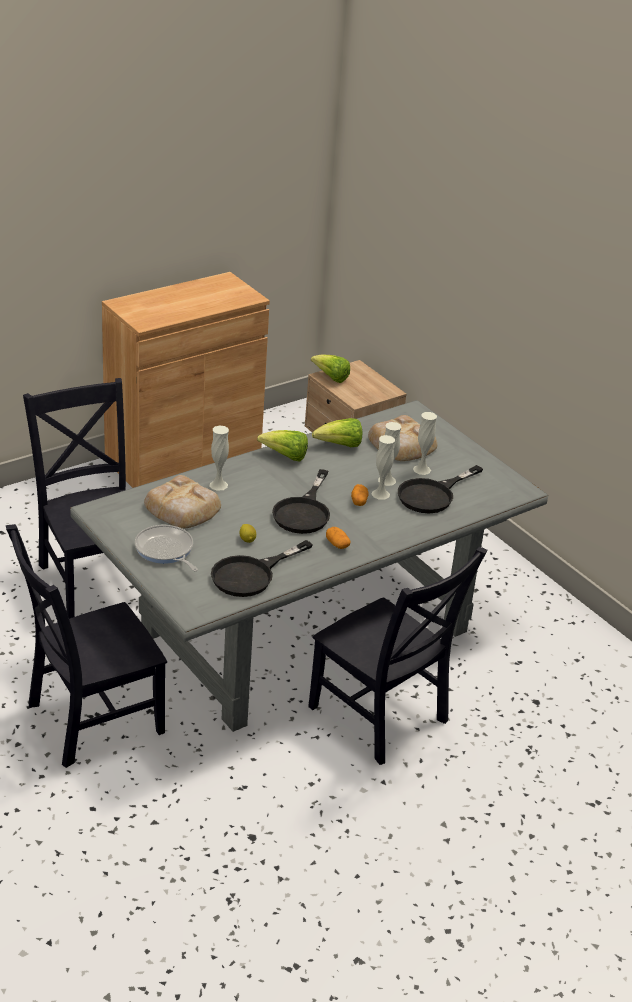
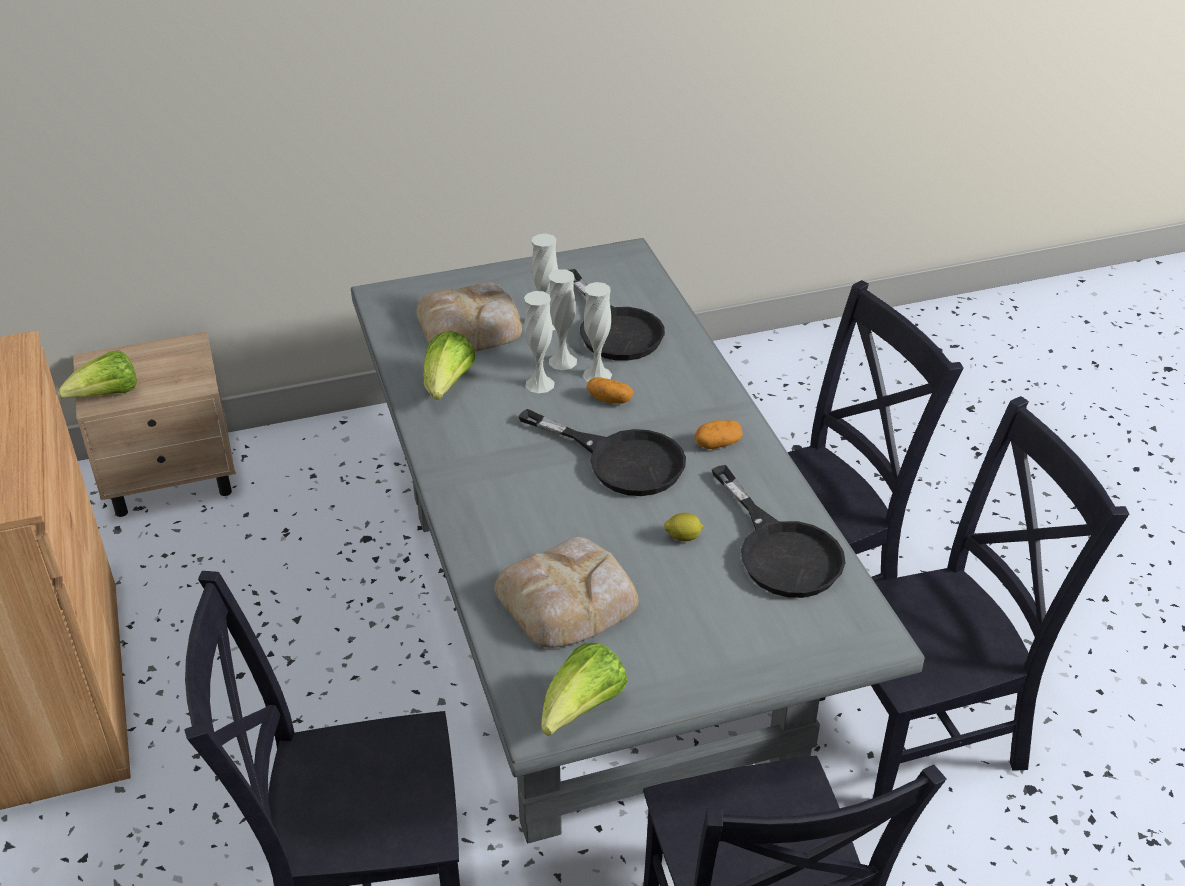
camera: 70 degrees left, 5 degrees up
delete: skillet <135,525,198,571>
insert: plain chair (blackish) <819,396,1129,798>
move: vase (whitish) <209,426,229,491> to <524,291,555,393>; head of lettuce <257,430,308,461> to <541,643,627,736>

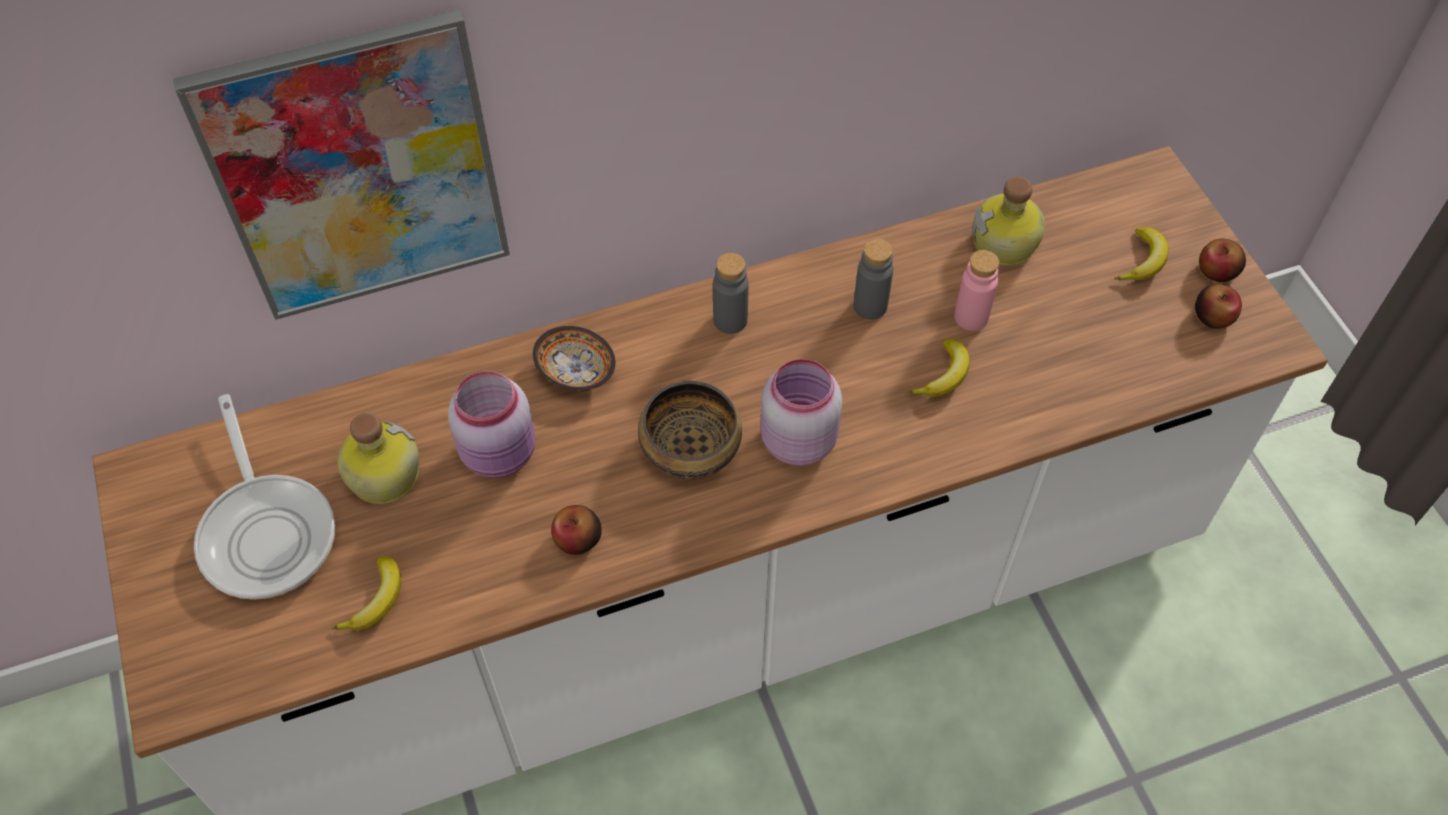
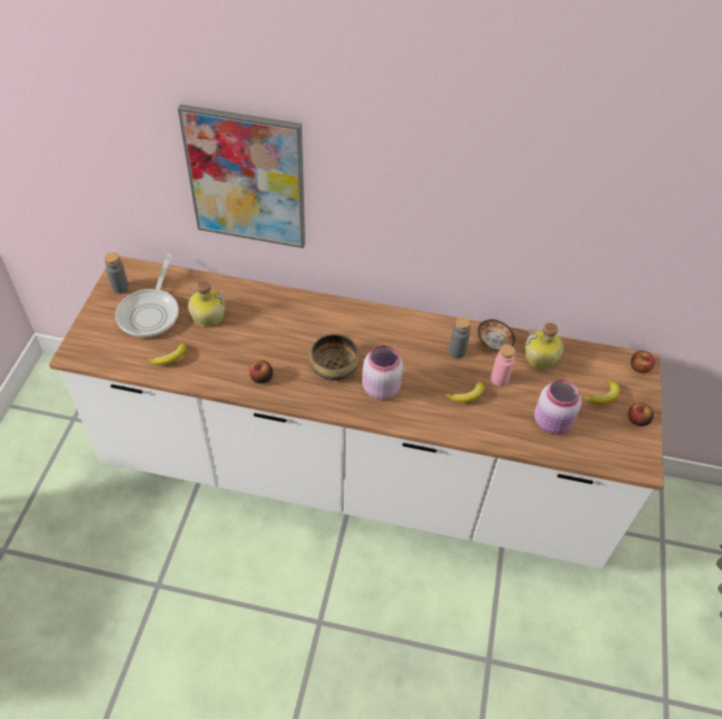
camera: 30 degrees right, 5 degrees down
move: preserve jar (pinkish) <448,371,536,478> to <534,379,581,435>; serving bowl <533,326,616,391> to <478,319,515,352>; beverage bottle (grey) <713,253,748,334> to <104,252,129,294>; apple <1195,284,1242,329> to <631,350,655,373>

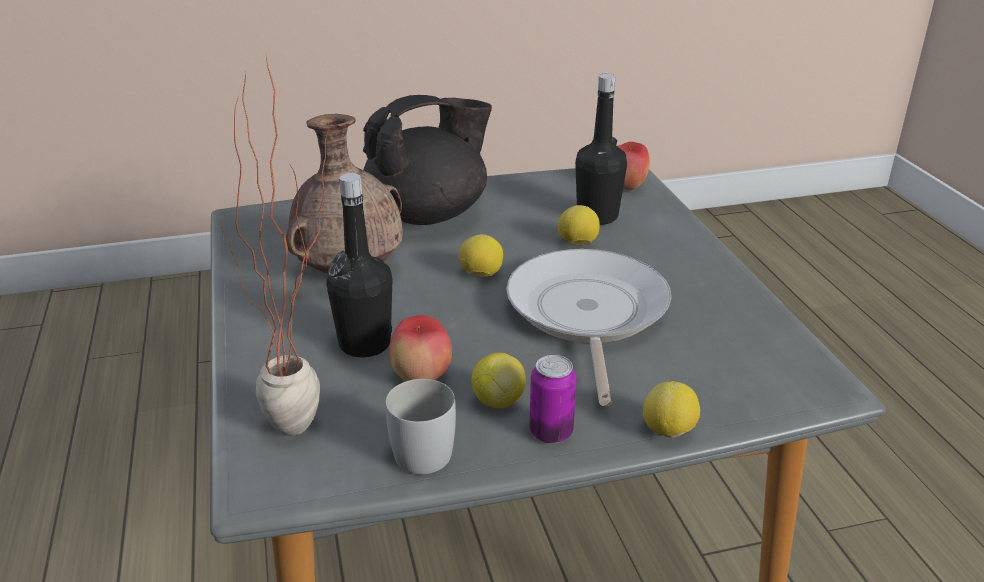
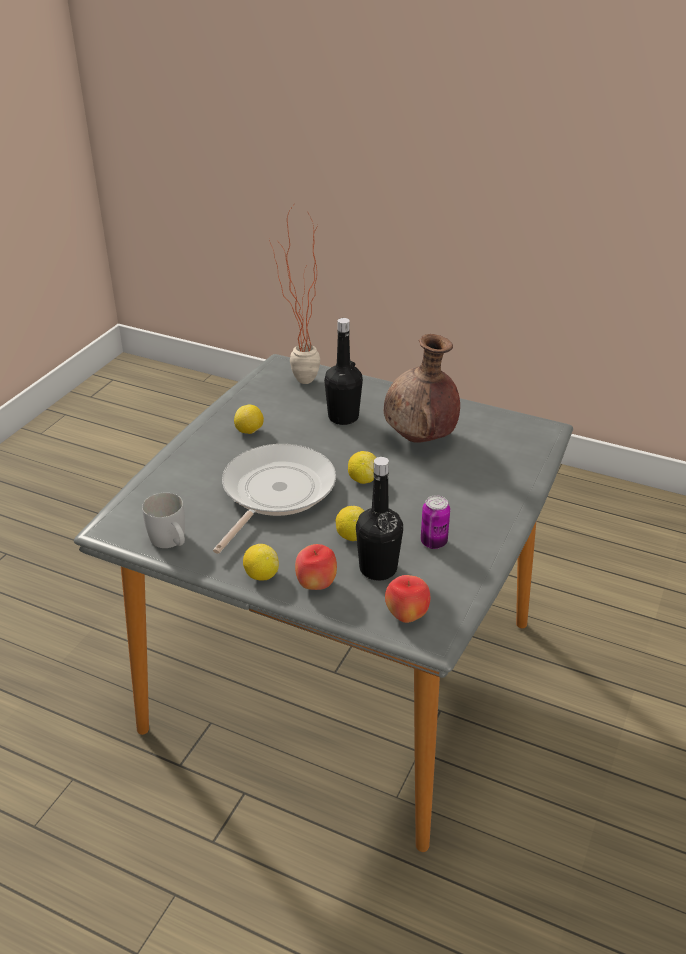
camera: 130 degrees right, 5 degrees up
delete: teapot (blackish) <363,95,492,225>
move: tea mug (whitish) <385,379,456,474> to <142,493,185,548>; apple <389,315,452,381> to <295,544,337,590>; can <529,355,577,444> to <421,495,450,549>; citrus fruit <643,381,700,438> to <243,544,279,580>
rotate: skillet <506,249,671,406> = <213,444,336,554> 105 degrees counterclockwise

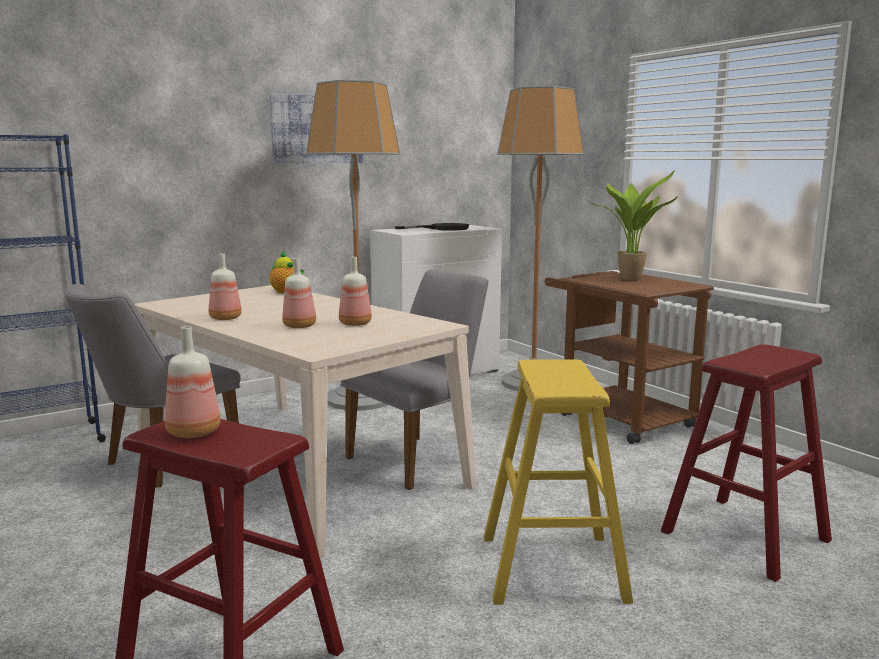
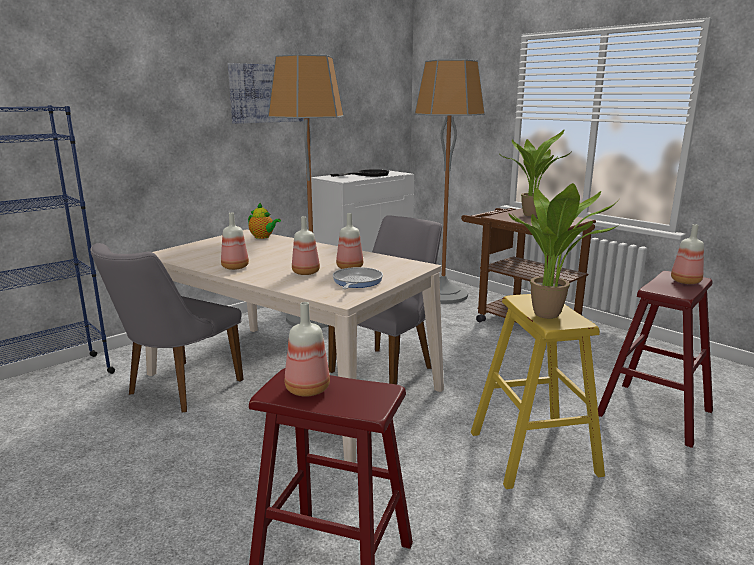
camera: 10 degrees left, 5 degrees up
insert: skillet <333,267,383,289>; potted plant <508,183,617,319>; beverage bottle <671,224,704,284>

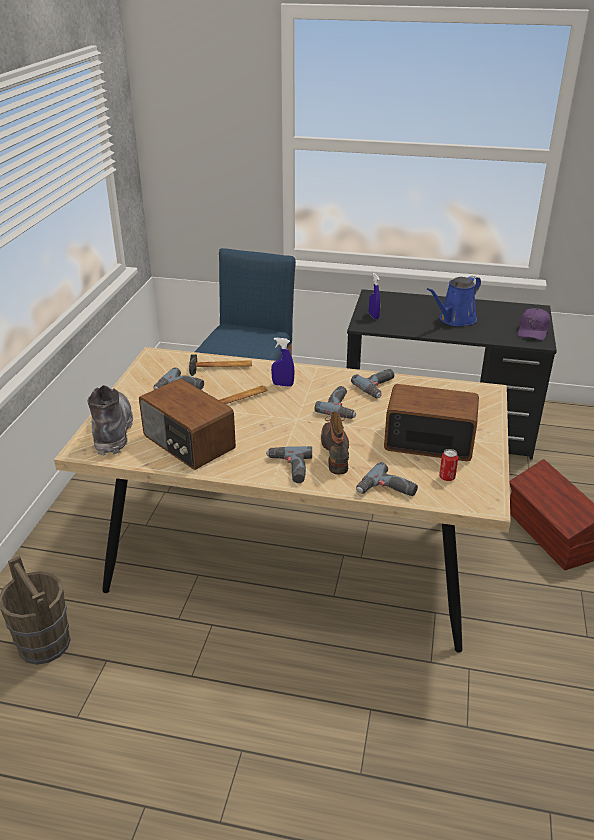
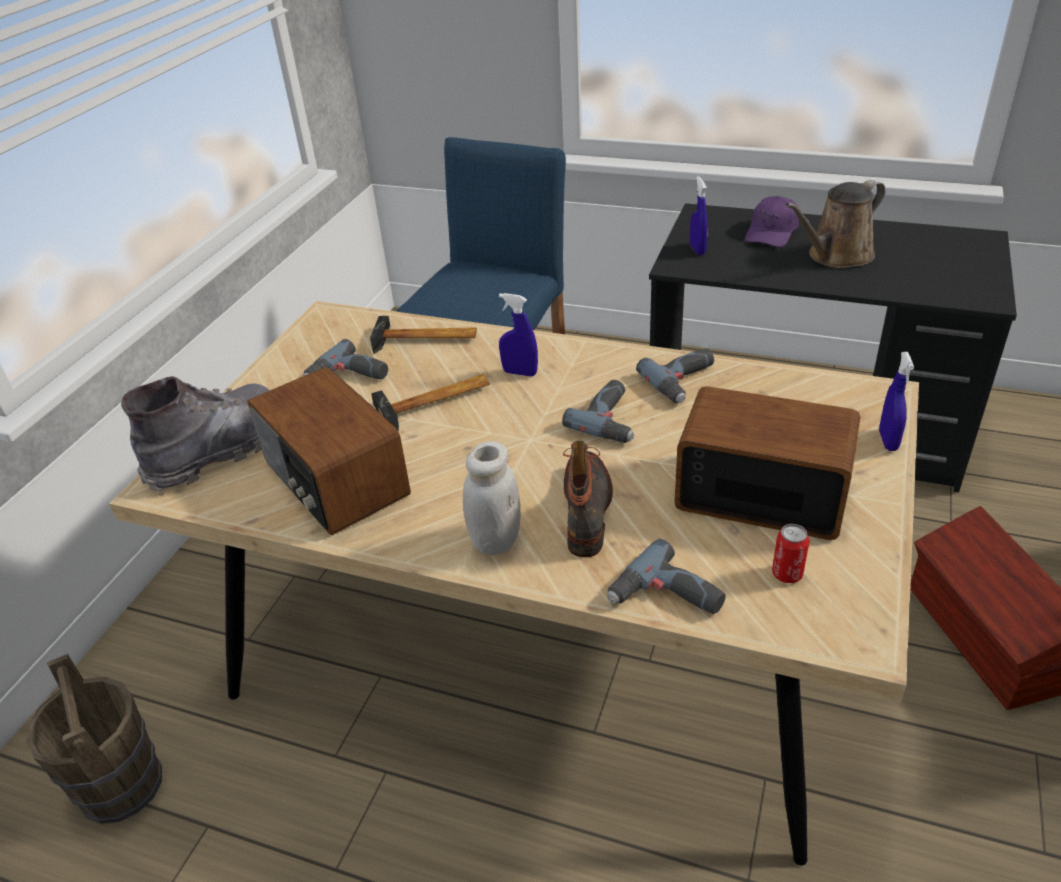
camera: 10 degrees right, 5 degrees up
insert: spray bottle (blue) <879,352,914,451>
move: baseball cap (purplish) <518,308,551,340> to <745,196,799,247>
replace: power drill <266,446,312,483> to preserve jar (whitish) <463,442,521,555>
recolor: watering pot (blue) <427,276,481,326> to watering pot (brownish) <785,180,886,268>
rotate: tall boot (grey) <87,385,133,456> = <121,376,270,492> 45 degrees clockwise

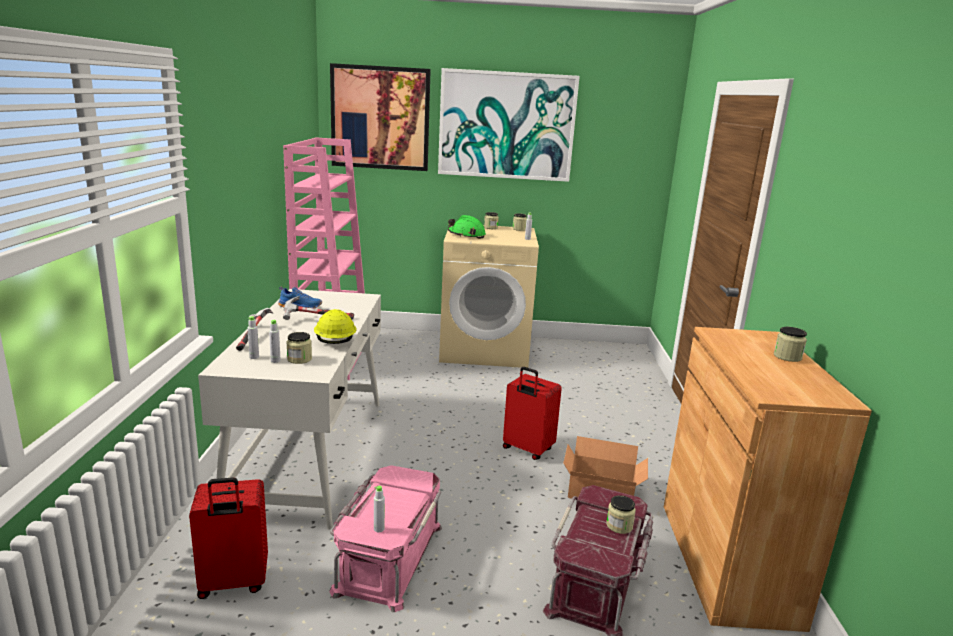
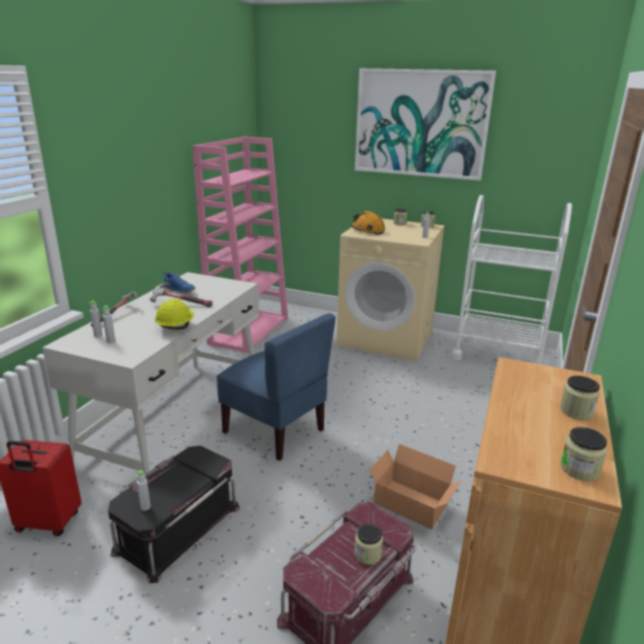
camera: 20 degrees right, 5 degrees up
delete: picture <330,63,431,171>; travel case (reddish) <503,367,562,460>
insert: plain chair (blue) <217,314,336,461>; wheeled cart (whitish) <451,195,572,365>
move: preserve jar <286,332,312,364> to <560,427,607,481>
recolor: storage bin (pinkish) <329,465,442,612> to storage bin (blackish) <108,446,240,584>; work helmet (green) <448,215,486,239> to work helmet (orange-coloured) <351,211,385,235>

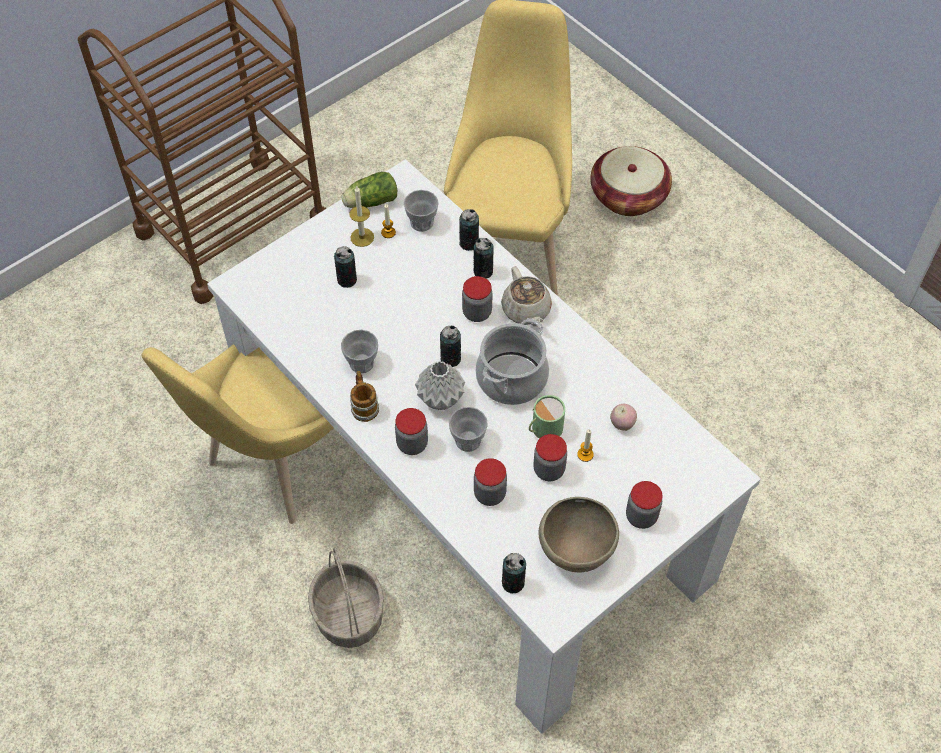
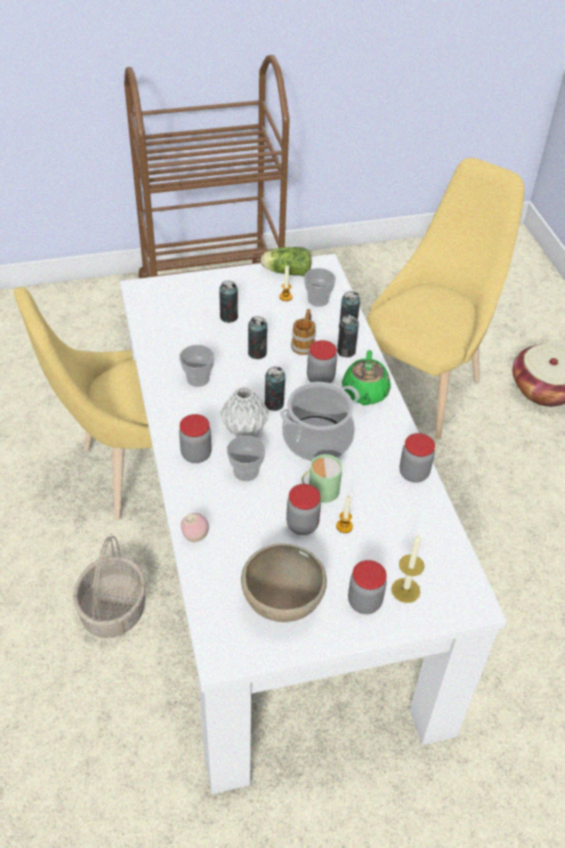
camera: 25 degrees right, 10 degrees down
move: wax light <349,186,374,247> to <391,535,425,603>; tea mug <350,371,379,422> to <291,309,316,355>; preserve jar <474,458,507,506> to <400,433,435,483>; can <502,553,526,593> to <248,316,267,359>; apple <610,404,637,431> to <181,513,209,542>
recolor: teapot (beige-coloured) <501,266,552,326> to teapot (green) <342,350,391,406>

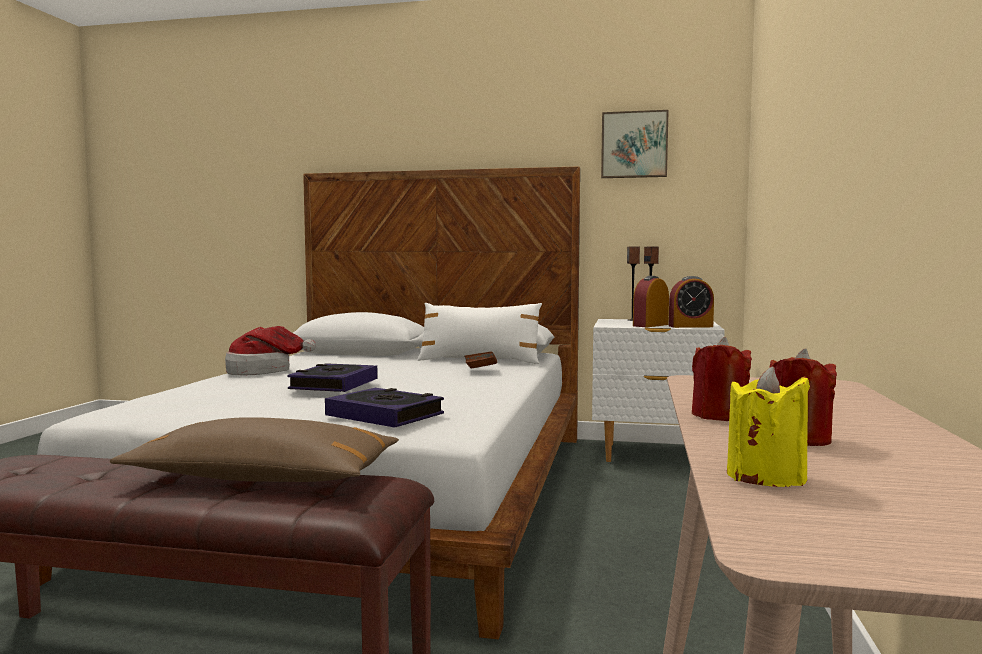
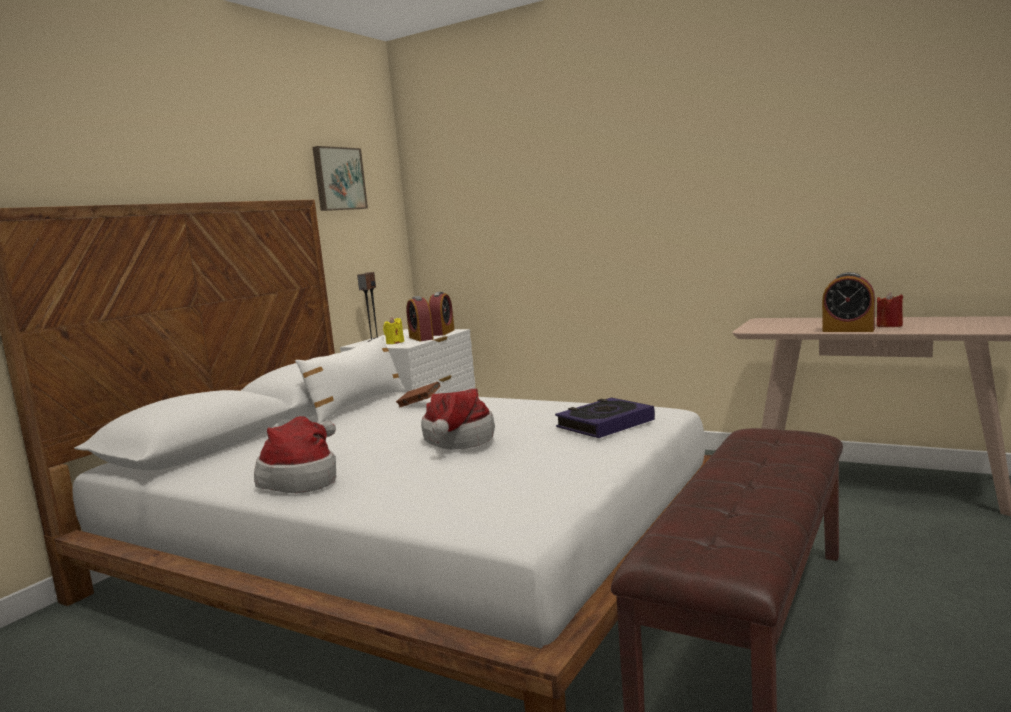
camera: 70 degrees left, 5 degrees up
delete: throw pillow (brownish) <110,417,399,482>
move: wax light (yellow-coloured) <727,366,810,487> to <383,317,404,344>
replace: bound book <287,363,378,392> to clothing hat <421,389,495,450>; wax light (reddish) <692,337,752,421> to bedside clock <822,272,875,332>

